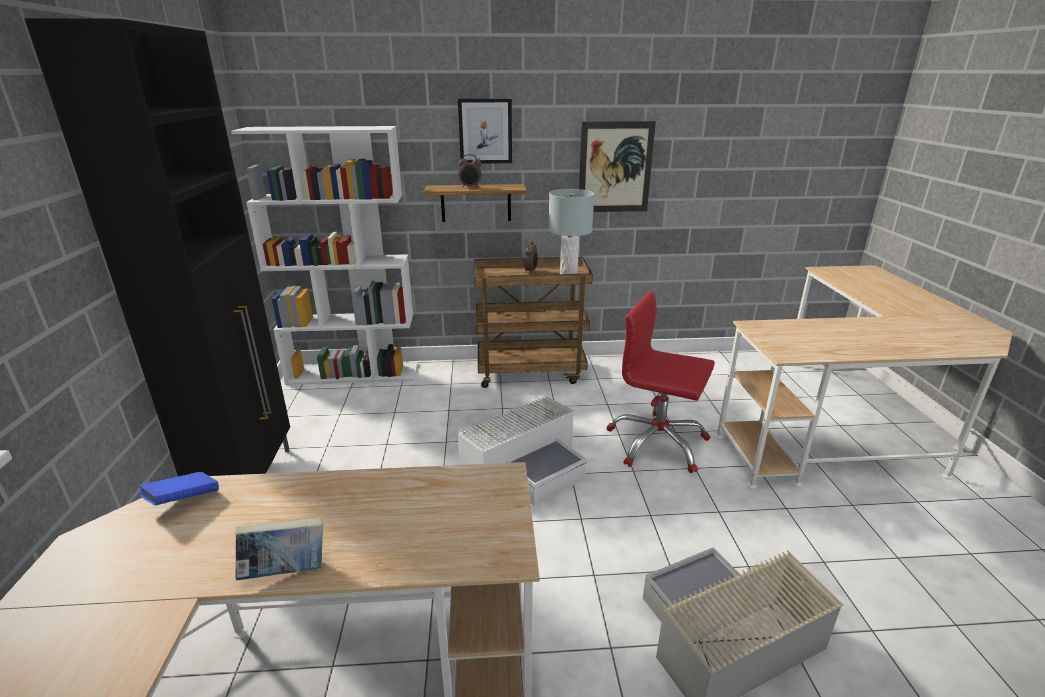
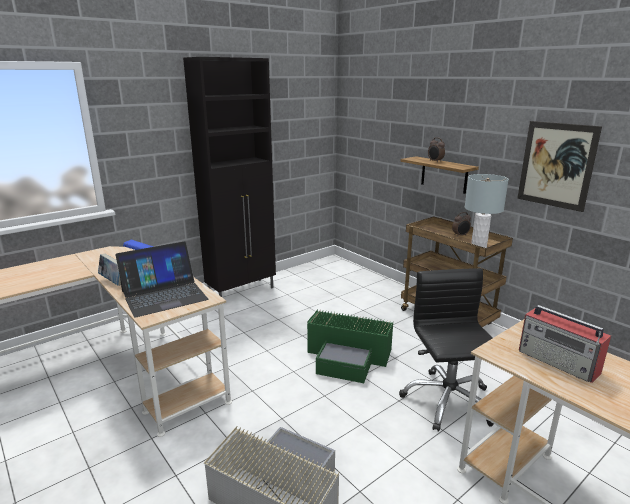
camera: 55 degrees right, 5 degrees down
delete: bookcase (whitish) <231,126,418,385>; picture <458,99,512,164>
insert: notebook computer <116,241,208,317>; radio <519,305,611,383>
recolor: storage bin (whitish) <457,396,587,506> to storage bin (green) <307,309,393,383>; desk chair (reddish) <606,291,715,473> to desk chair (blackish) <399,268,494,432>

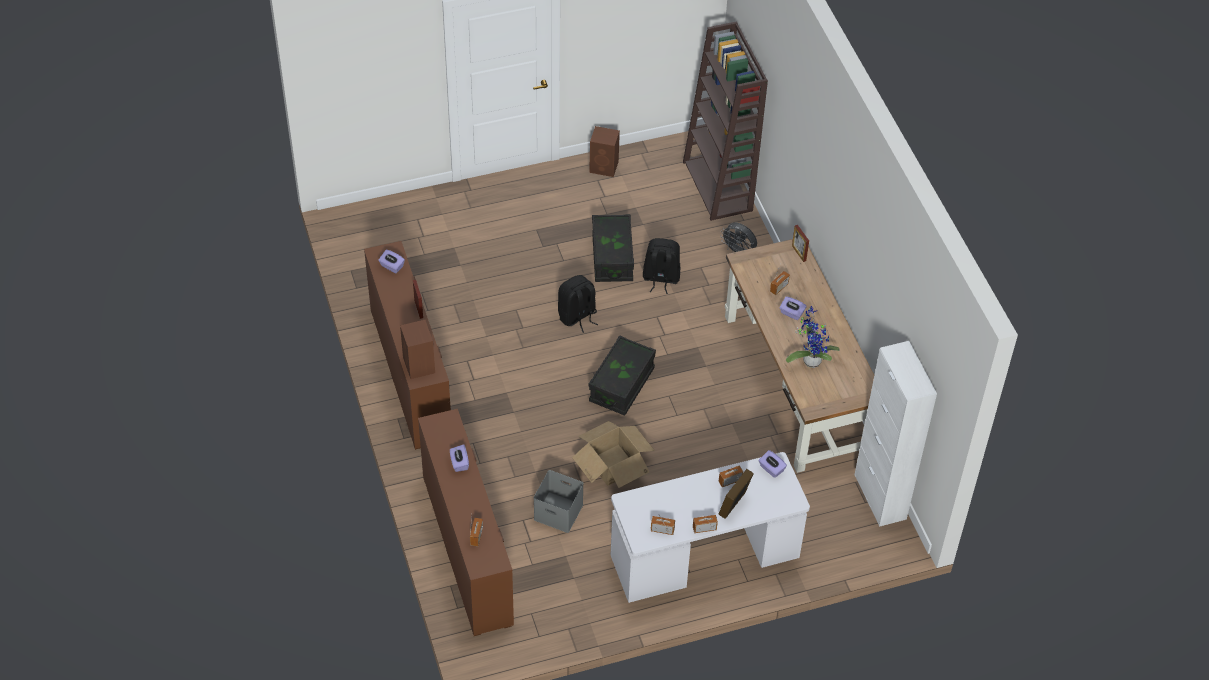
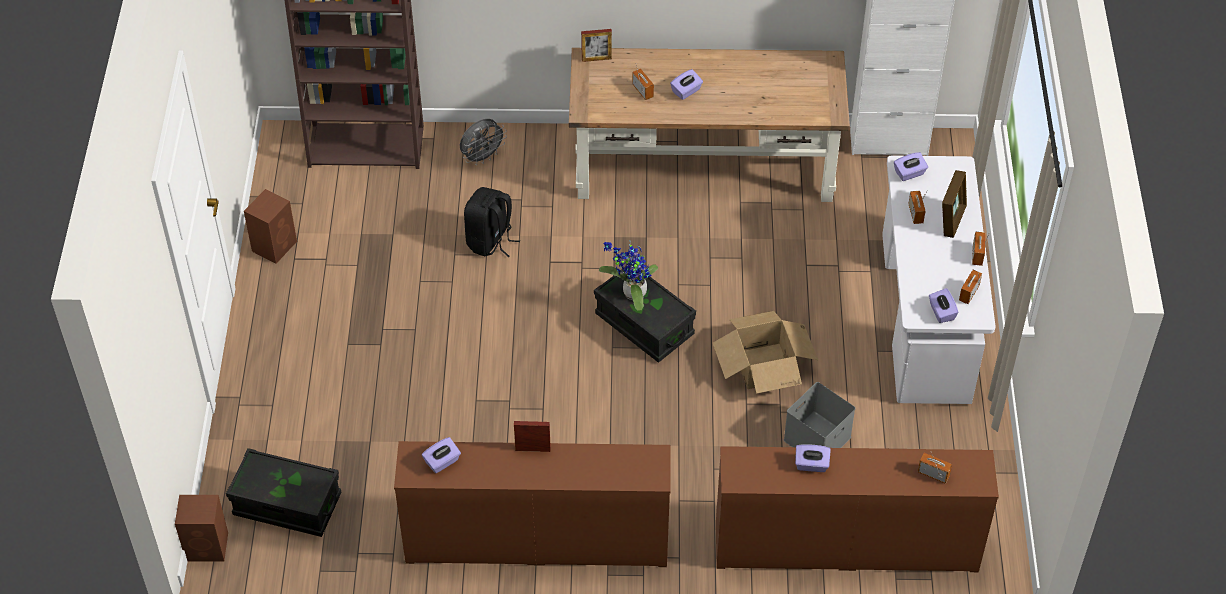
camera: 70 degrees left, 0 degrees up
delete: rucksack (blackish) <558,275,598,333>
insert: box of tissues (purplish) <929,288,959,323>
move: speaker (brownish) <400,320,435,379> to <175,495,228,561>; storage bin (blackish) <592,214,634,282> to <226,448,341,537>; potted plant <786,306,840,368> to <599,241,658,311>
rotate: standing frame <718,469,754,519> = <942,170,967,238> 120 degrees counterclockwise

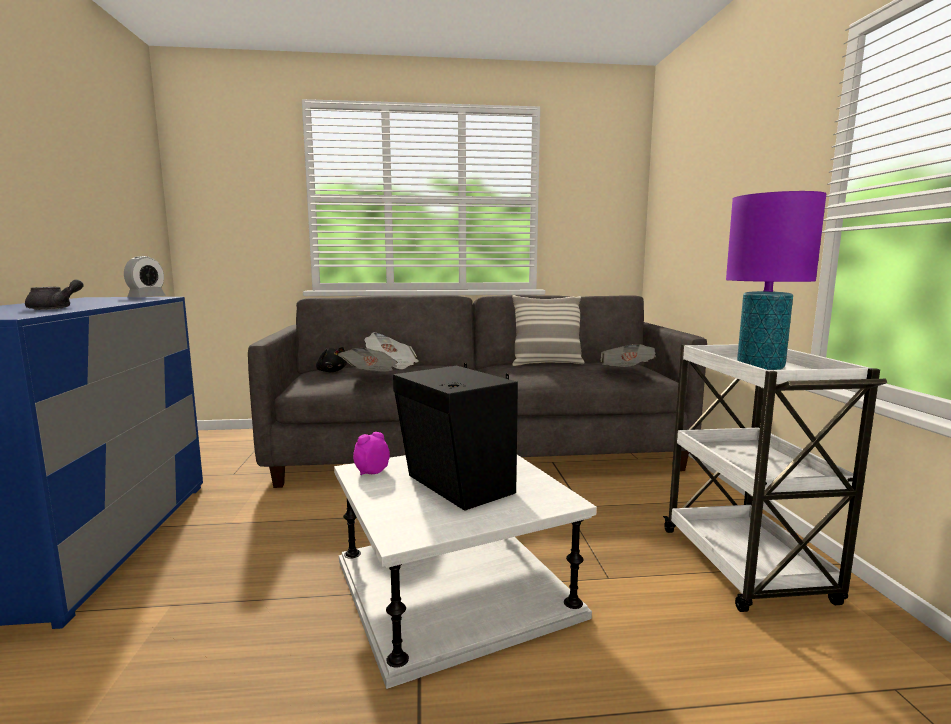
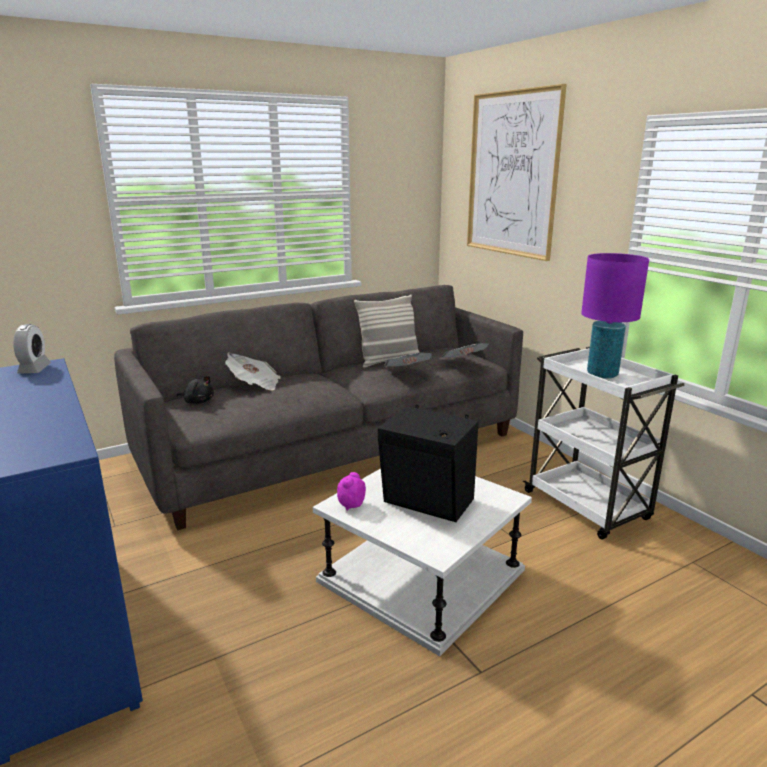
camera: 25 degrees left, 10 degrees up
delete: teapot (grey) <25,279,84,310>
insert: picture <467,84,567,261>
move: printed paper <338,348,398,371> to <384,353,432,367>

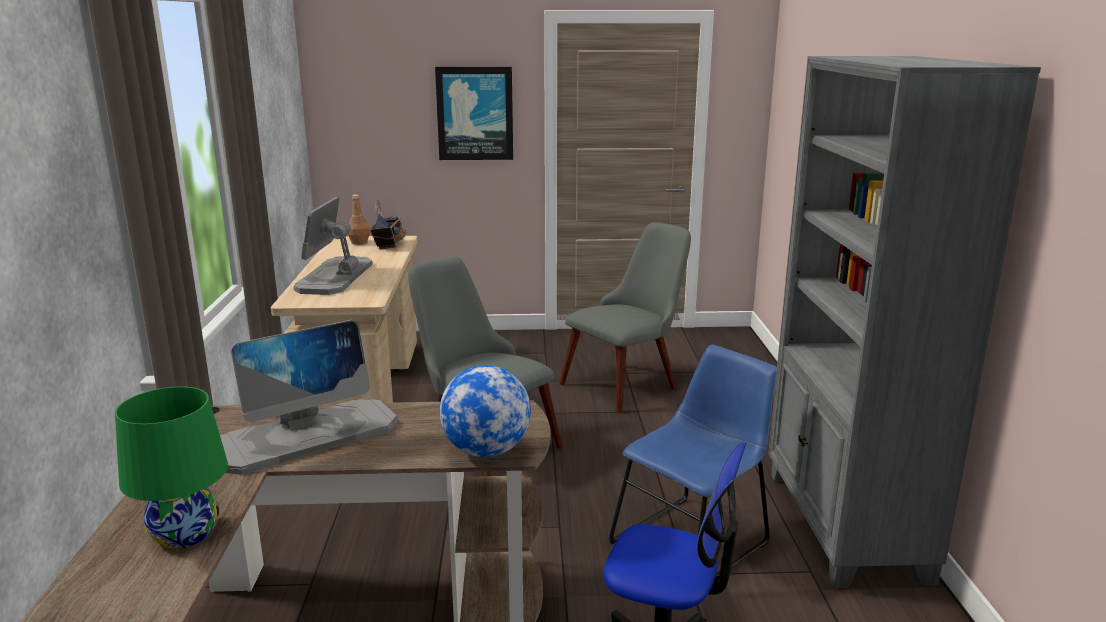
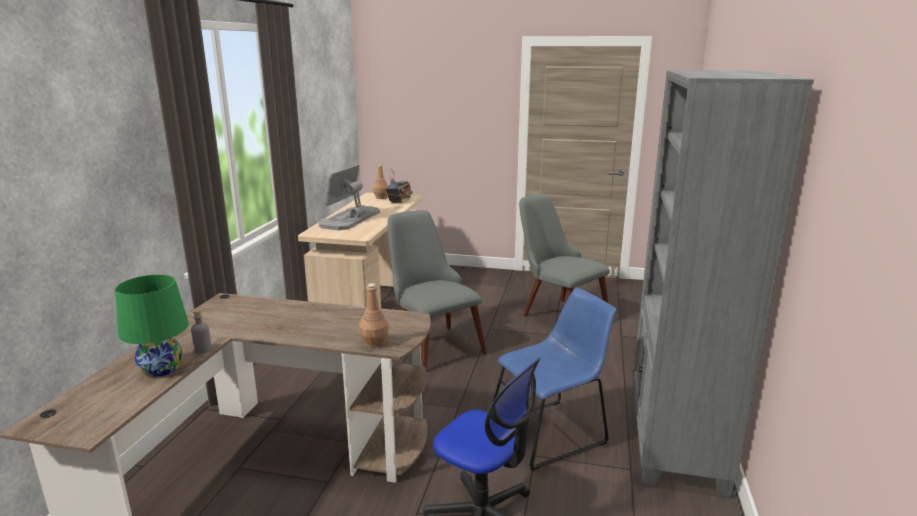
camera: 15 degrees right, 0 degrees up
delete: computer display <220,320,397,475>; picture <435,67,513,160>
insert: beverage bottle (grey) <191,309,212,354>
replace: desk globe <440,365,531,457> to beverage bottle (brownish) <359,283,389,348>
rotate: plain chair (grey) <559,222,691,413> = <519,194,610,316> 105 degrees counterclockwise

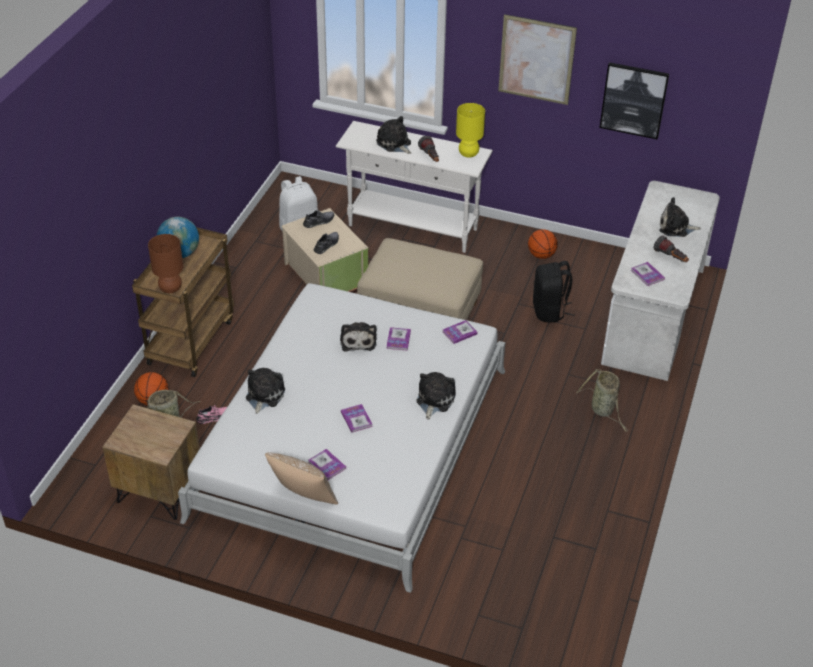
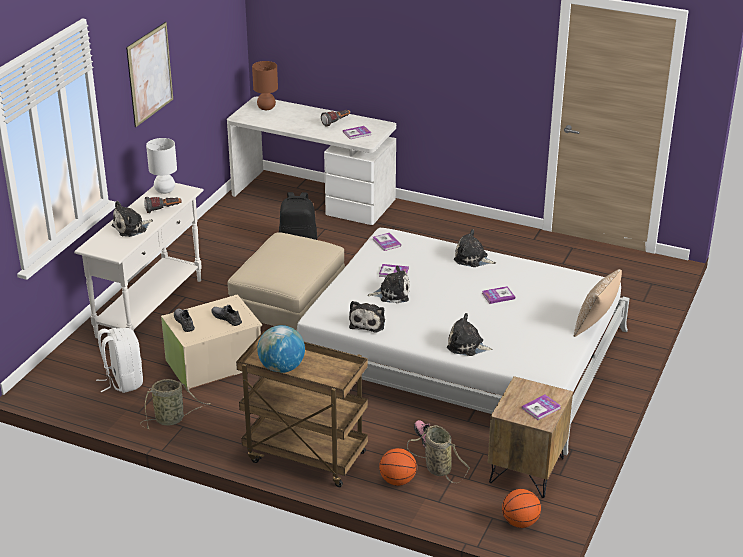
camera: 85 degrees left, 10 degrees down
delete: picture <599,62,669,139>
move: table lamp (brownish) <148,234,183,293> to <252,61,278,110>; bound book <308,449,346,480> to <522,394,561,420>; basketball ball <528,229,558,259> to <502,489,541,528>; storage basket <576,369,628,432> to <140,379,210,429>; cuddly toy <659,197,701,237> to <349,301,385,333>
recolor: table lamp (yellow-coloured) <456,103,485,158> to table lamp (whitish) <146,138,177,194>

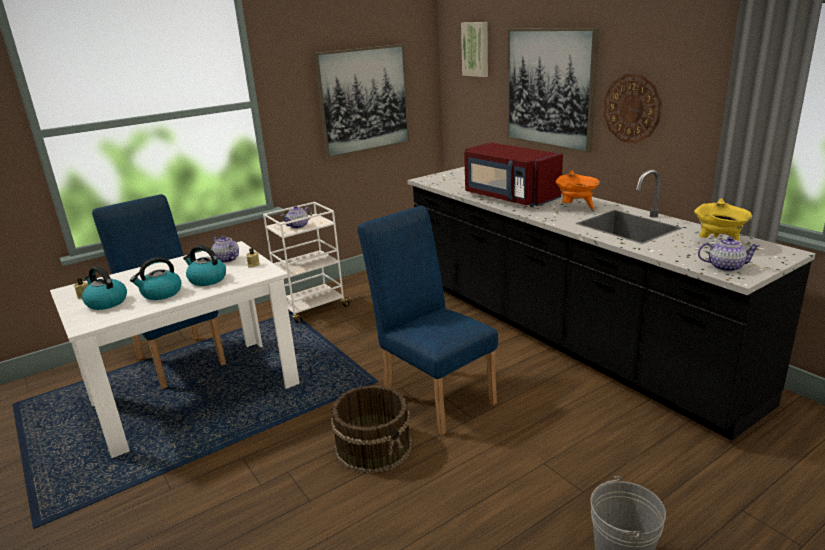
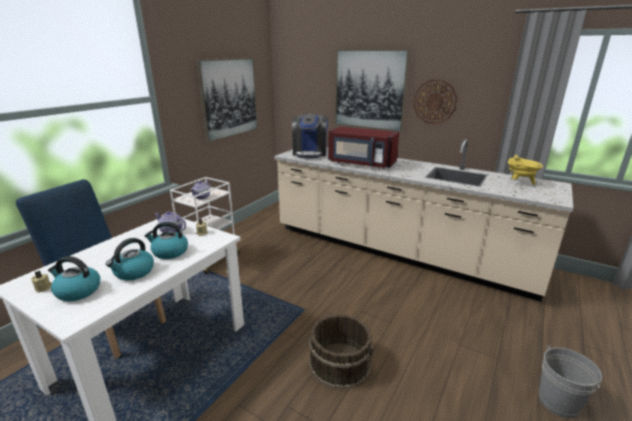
camera: 25 degrees left, 0 degrees up
delete: plain chair (blue) <357,206,498,436>; picture <461,22,488,77>; saucepot (orange-coloured) <556,170,600,209>; teapot <698,236,761,272>
insert: coffee brewer <292,114,328,158>
recolor: counter (blackish) <407,167,816,441> to counter (beige-coloured) <274,139,573,302>

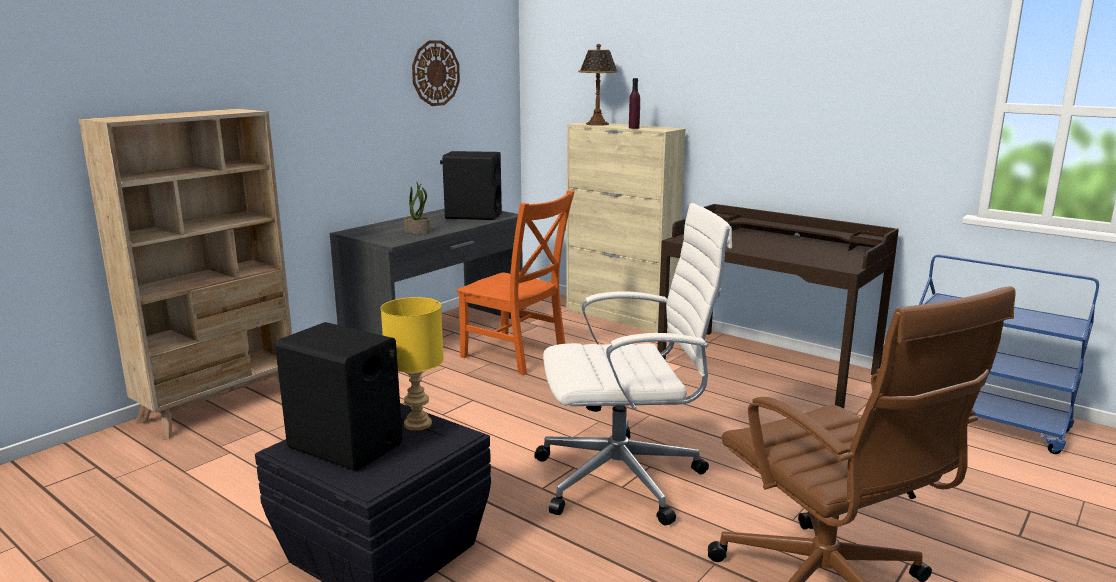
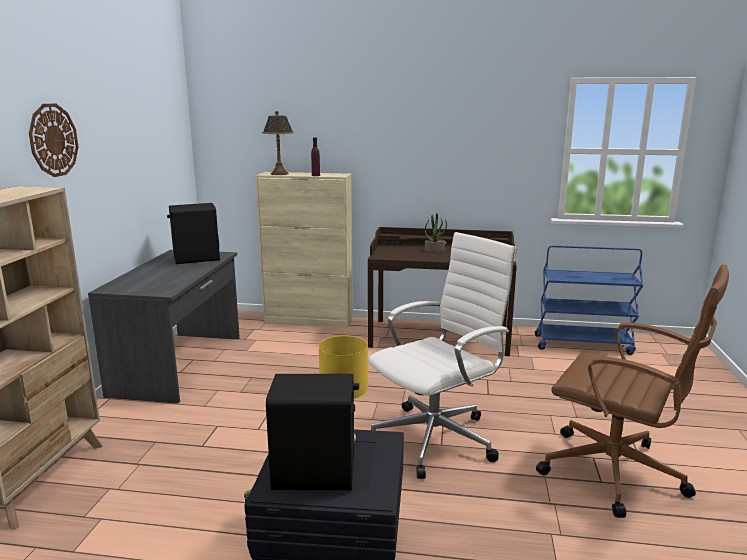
camera: 30 degrees left, 0 degrees up
delete: plain chair (orange-coloured) <456,190,575,375>
move: potted plant <404,181,431,234> to <425,213,447,252>; clock on the wall <412,40,460,106> to <29,103,78,177>

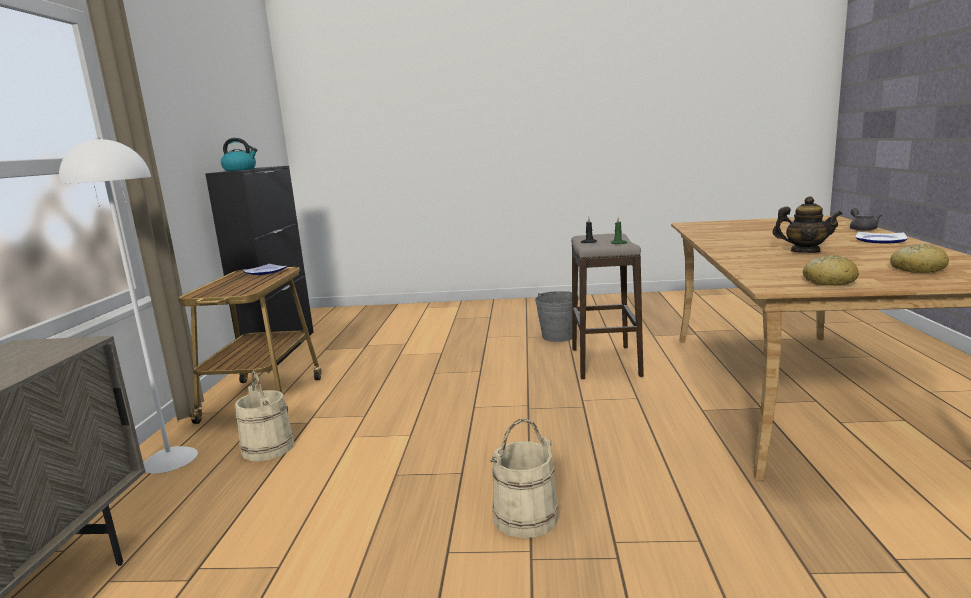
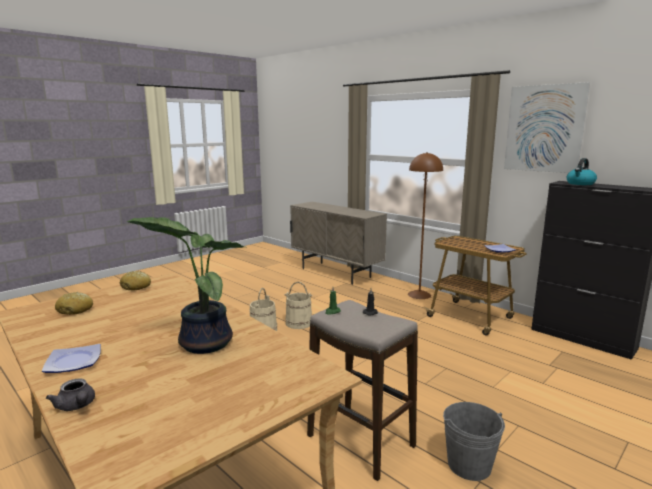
camera: 130 degrees right, 0 degrees up
delete: teapot <772,196,843,253>
insert: potted plant <126,217,245,354>; picture <504,82,590,173>
move: water bucket (beige-coloured) <235,371,294,461> to <284,282,313,329>
recolor: standard lamp (whitish) <59,137,198,474> to standard lamp (brownish) <408,152,443,299>

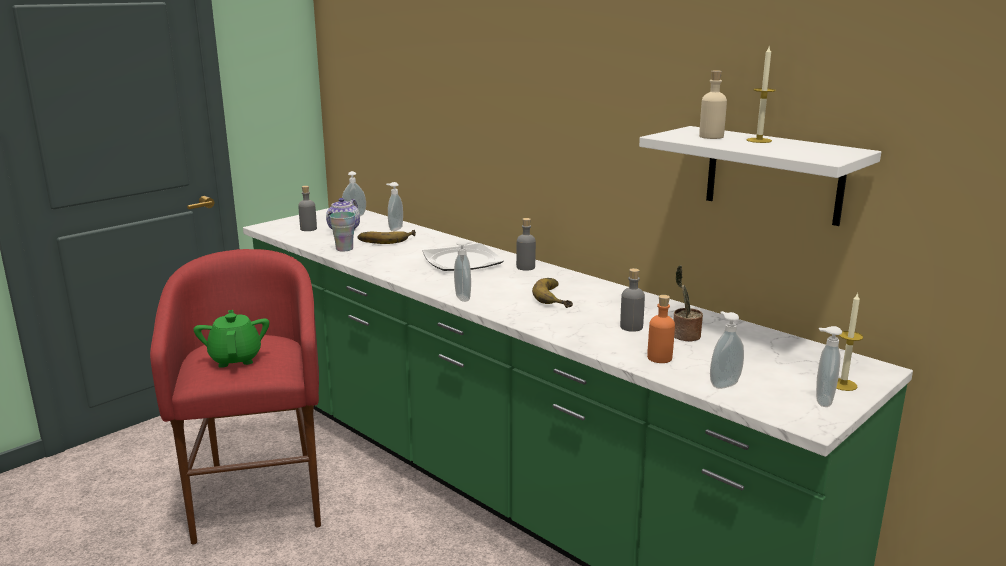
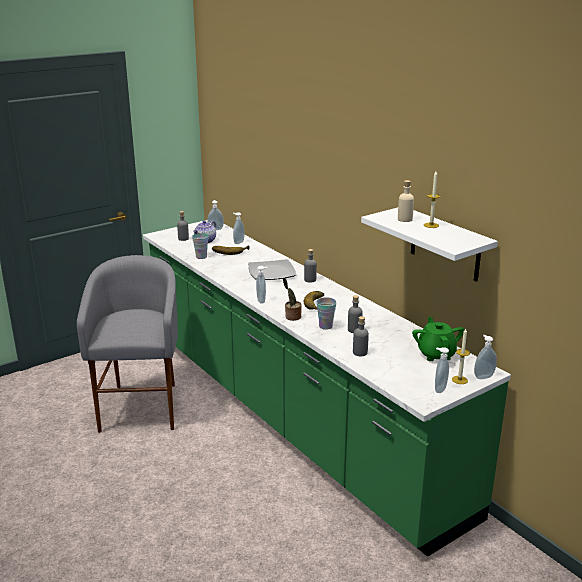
camera: 10 degrees right, 5 degrees up
insert: cup <316,297,336,330>
move: teapot (green) <193,310,269,368> to <412,317,464,361>; potted plant <674,265,703,341> to <283,277,301,321>; soap dispenser <710,311,744,389> to <474,335,497,379>
recolor: stool (reddish) <150,249,321,545> to stool (grey) <77,255,178,433>; beverage bottle (orange-coloured) <647,295,675,363> to beverage bottle (grey) <353,316,369,356>

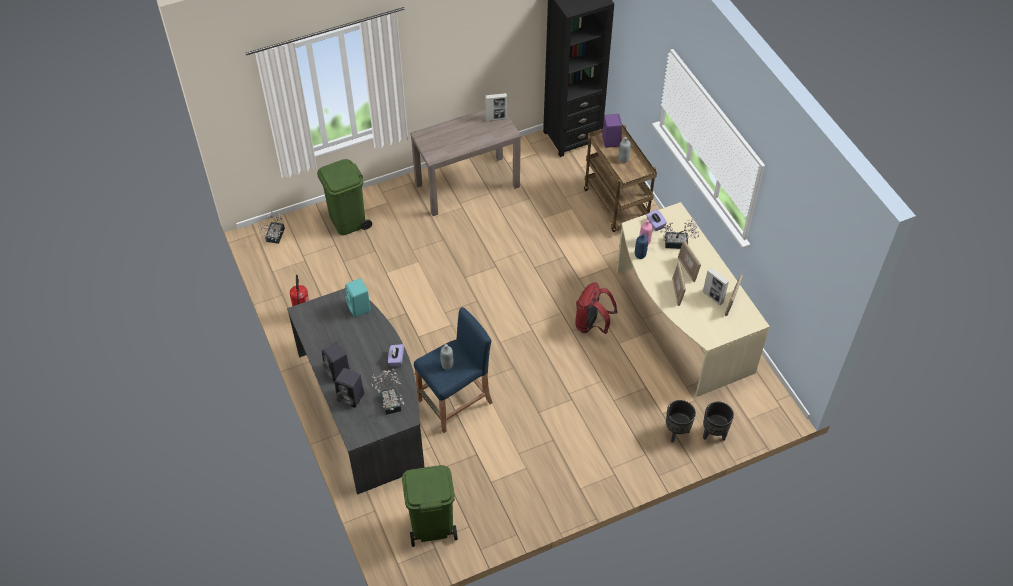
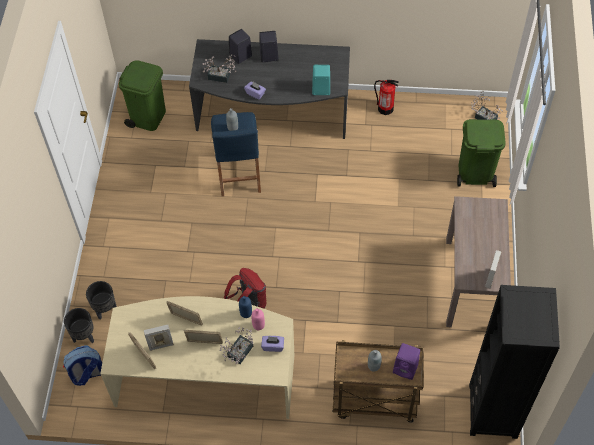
camera: 120 degrees right, 5 degrees up
insert: rucksack <63,346,102,386>

